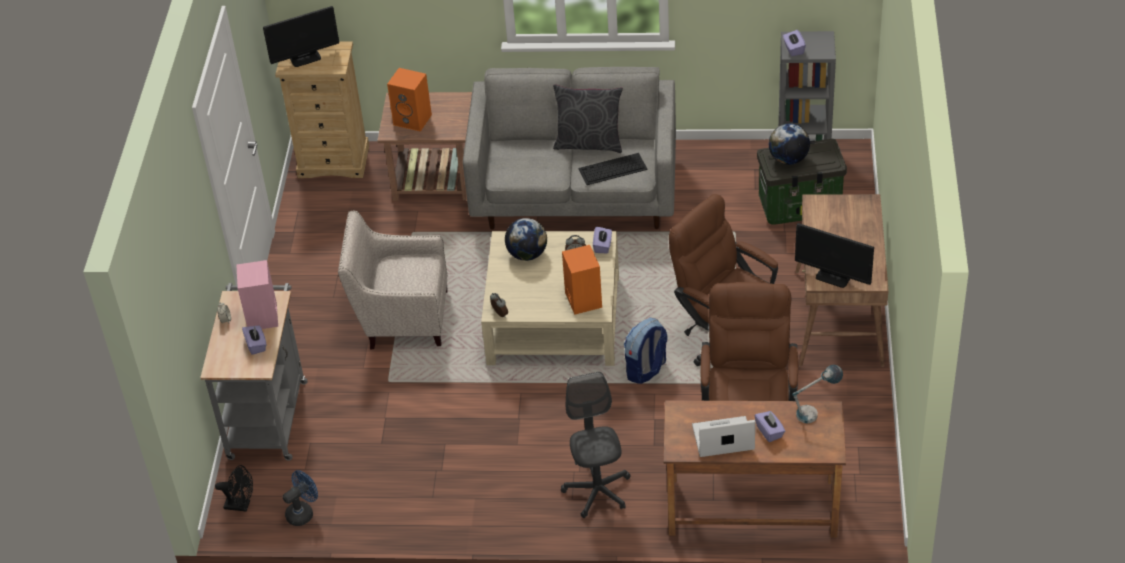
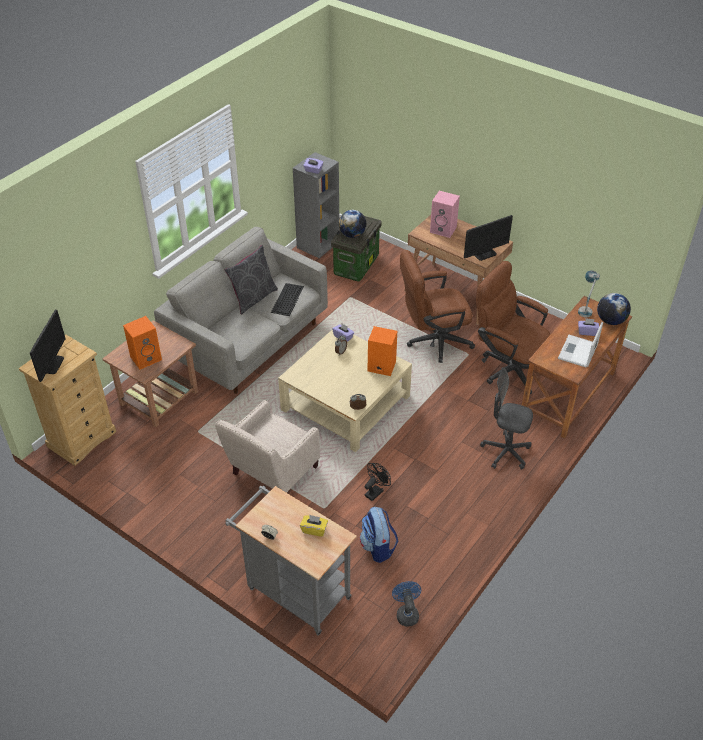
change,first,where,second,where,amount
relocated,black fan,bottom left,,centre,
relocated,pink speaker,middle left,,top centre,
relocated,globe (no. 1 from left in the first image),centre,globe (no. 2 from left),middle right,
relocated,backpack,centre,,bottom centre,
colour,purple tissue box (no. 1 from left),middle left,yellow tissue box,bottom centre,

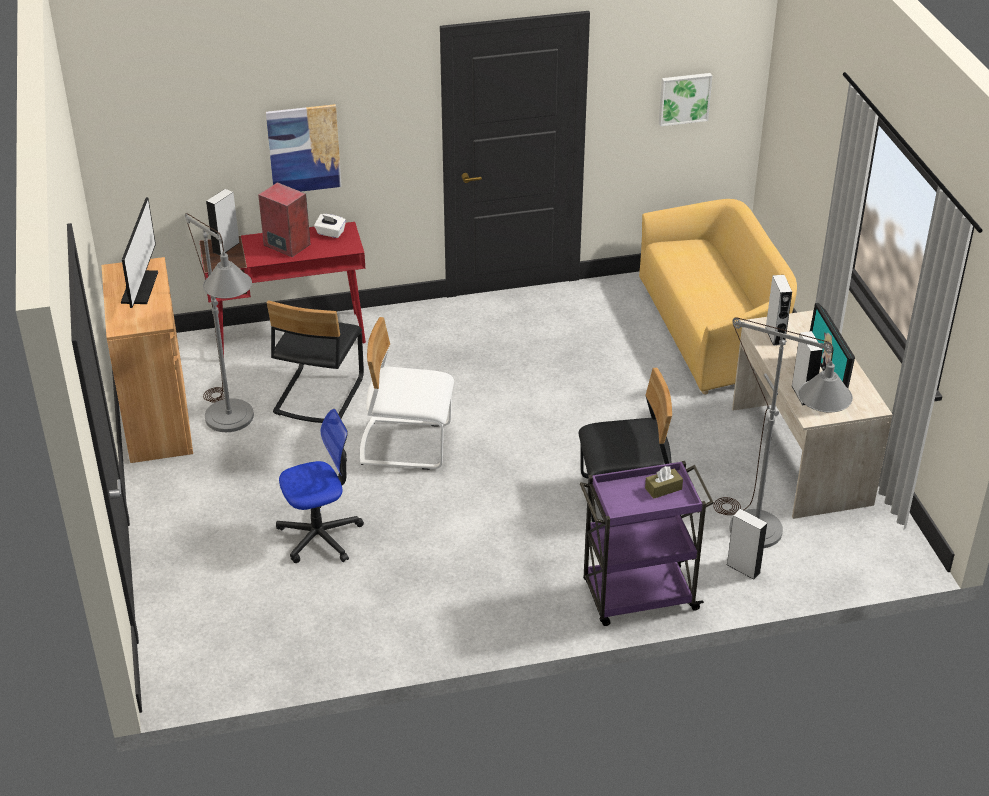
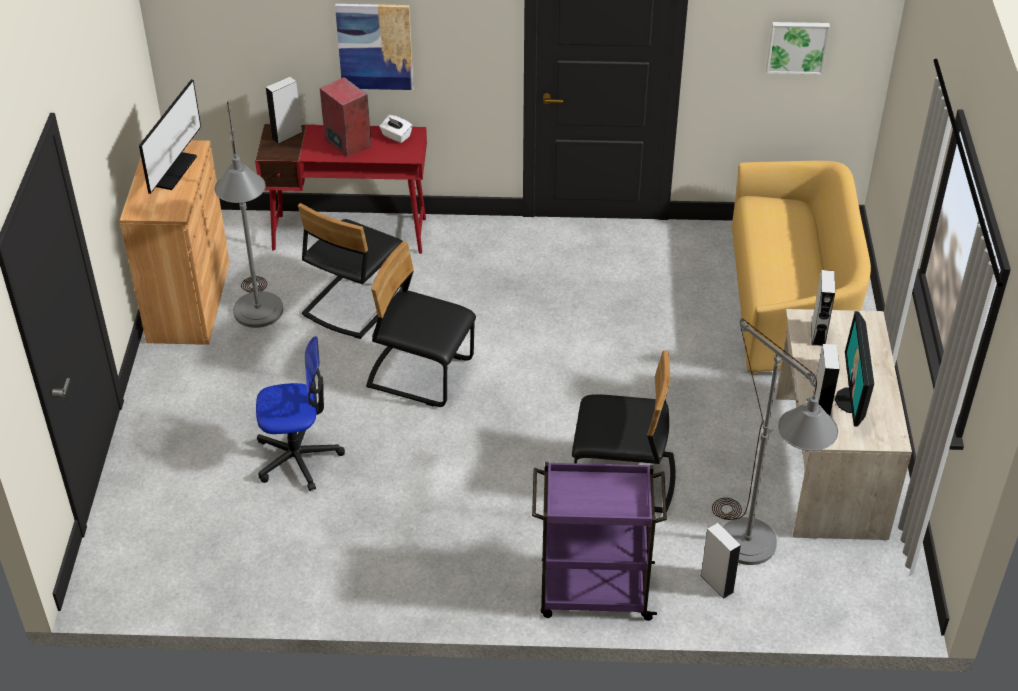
change,first,where,second,where,amount
missing,brown tissue box,middle right,,,
colour,white chair,centre,black chair (no. 2 from left),centre,

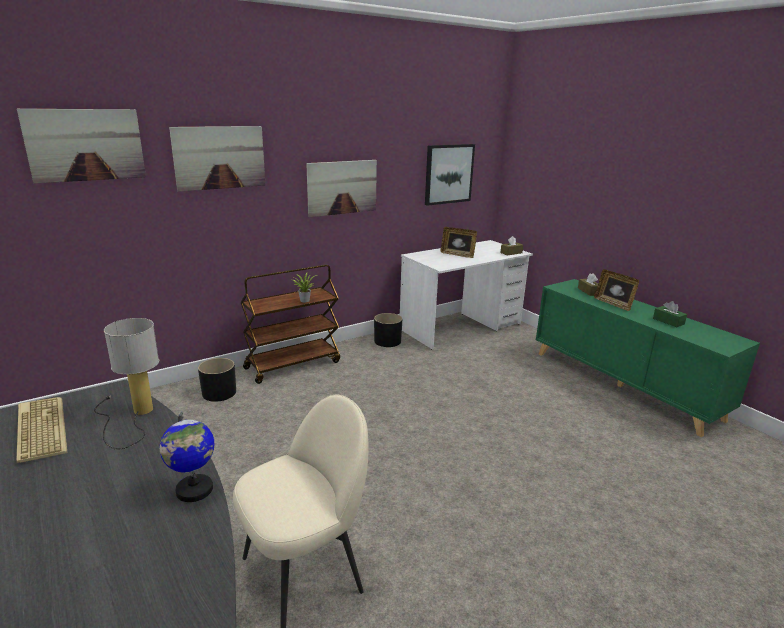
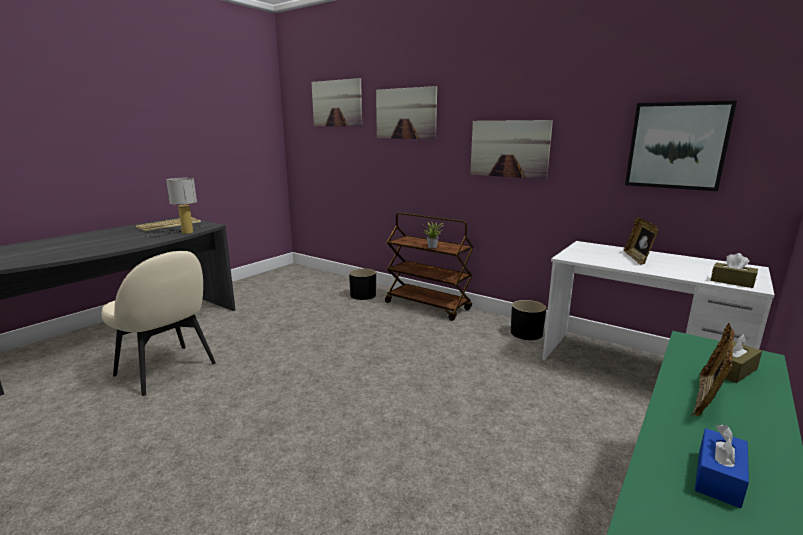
change,first,where,second,where,amount
missing,globe,bottom left,,,
colour,green tissue box,middle right,blue tissue box,bottom right,

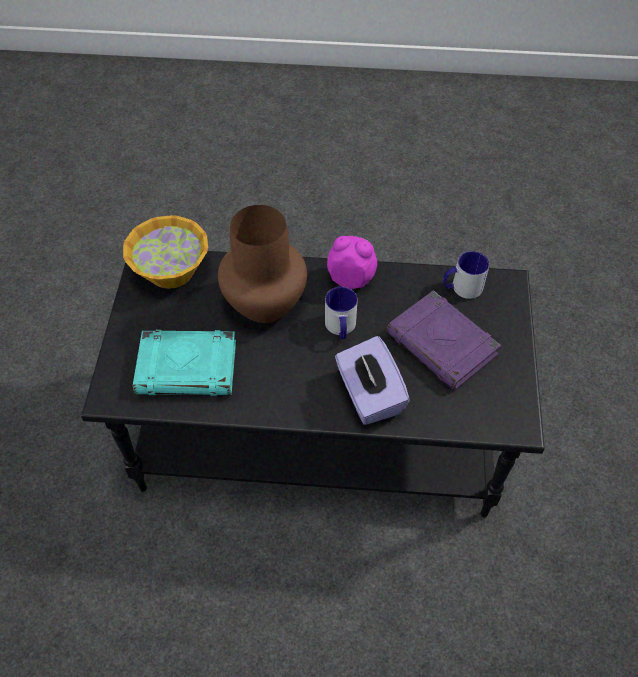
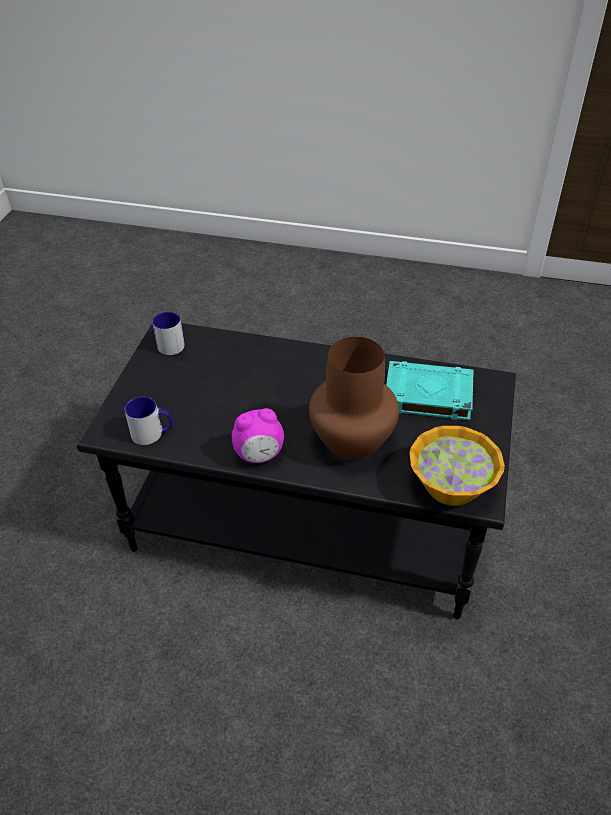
change,first,where,second,where,amount
missing,purple tissue box,centre,,,
missing,purple book,middle right,,,
relocated,mug (no. 1 from left in the first image),centre,mug (no. 2 from left),middle left,
spun,alarm clock,centre,,centre,45 degrees counterclockwise

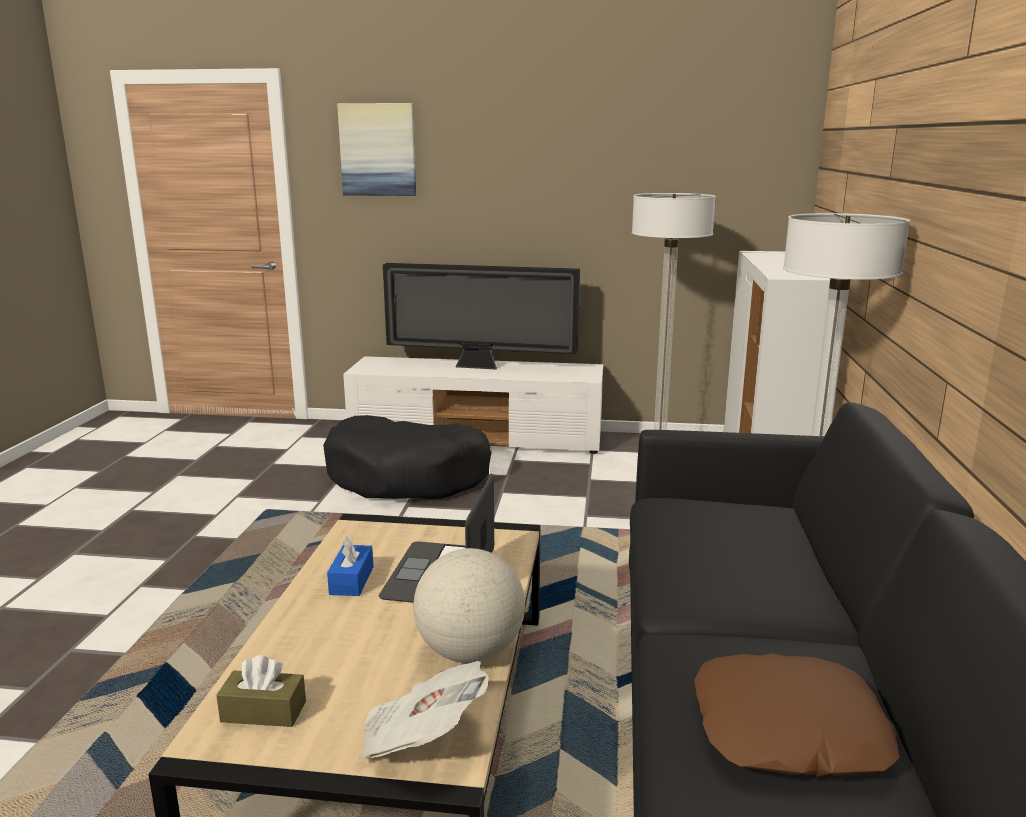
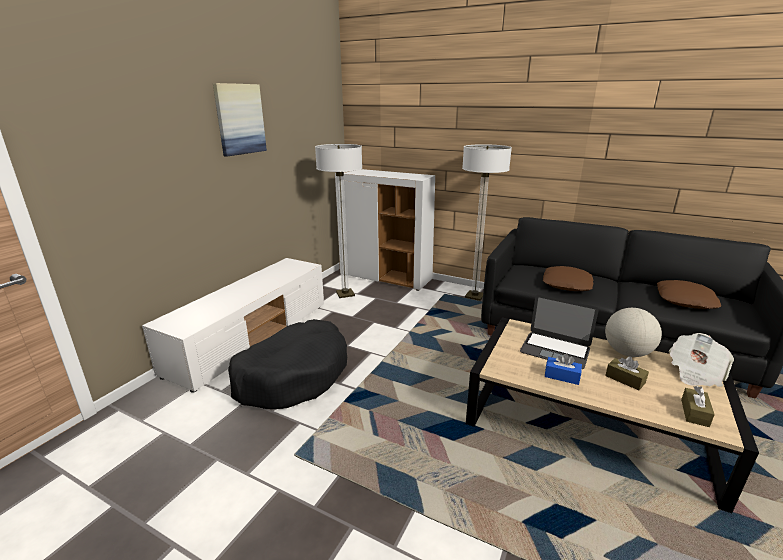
change,first,where,second,where,amount
missing,television,centre,,,
appeared,,,brown pillow (no. 1 from left),middle right,
appeared,,,brown tissue box (no. 1 from left),middle right,
relocated,picture,top centre,,top left,

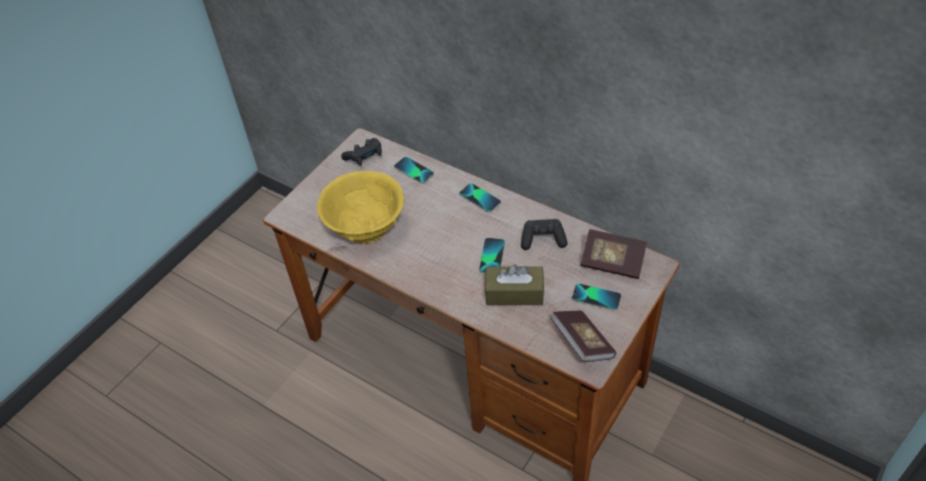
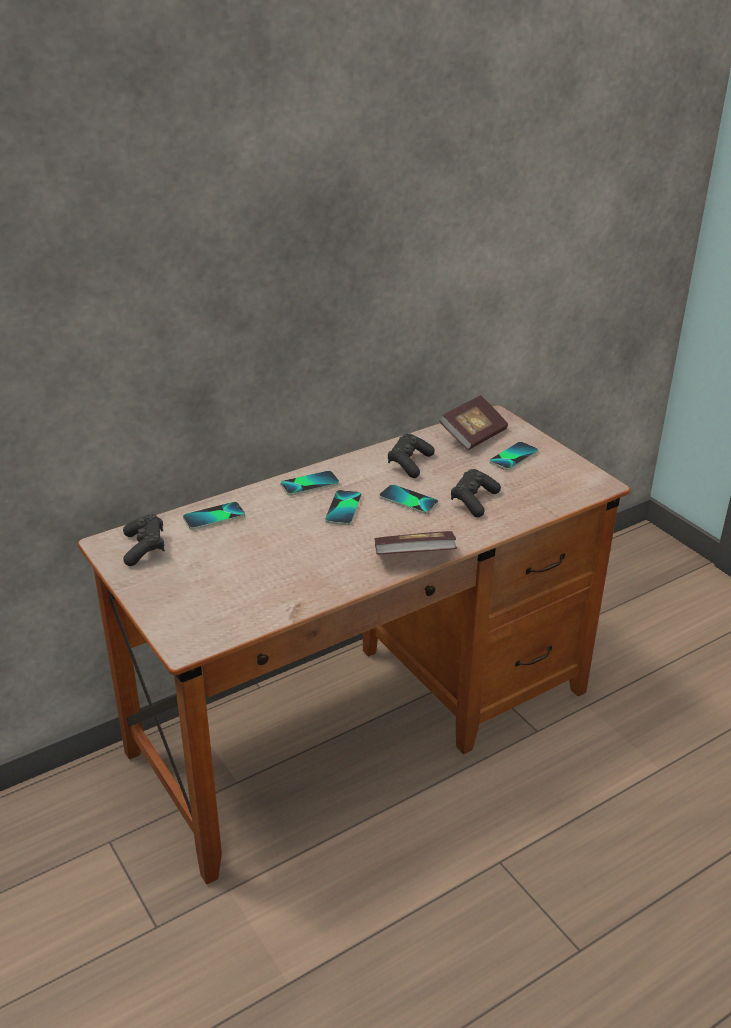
change,first,where,second,where,amount
missing,yellow bowl,centre,,,
appeared,,,phone (no. 3 from left),centre,
relocated,book (no. 1 from left),bottom centre,,centre,
exchanged,brown tissue box,centre,black game controller (no. 3 from left),centre,

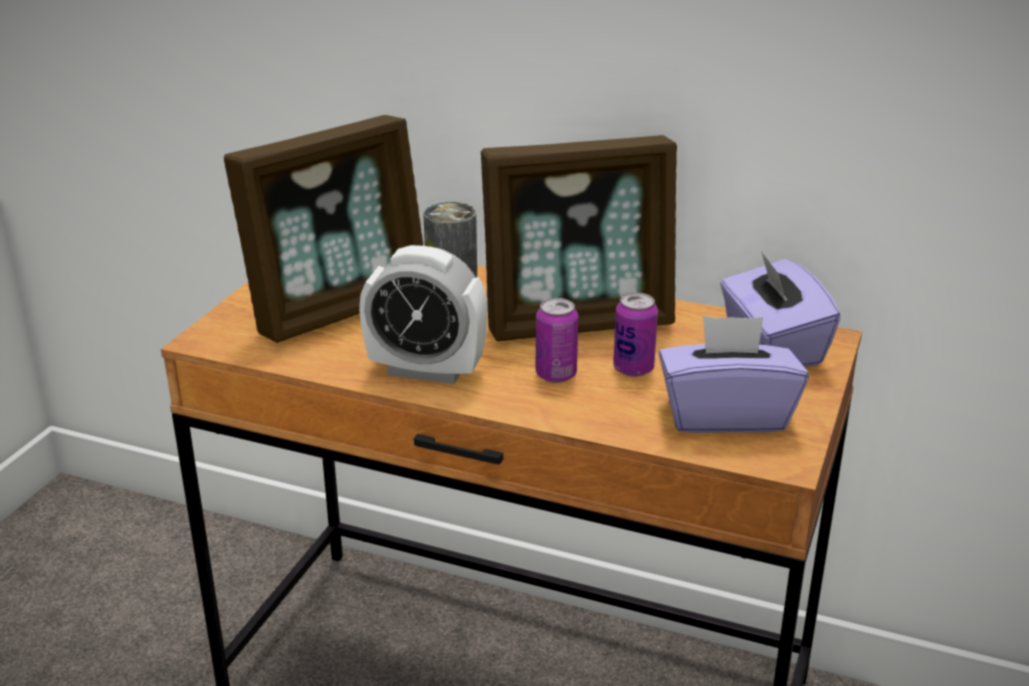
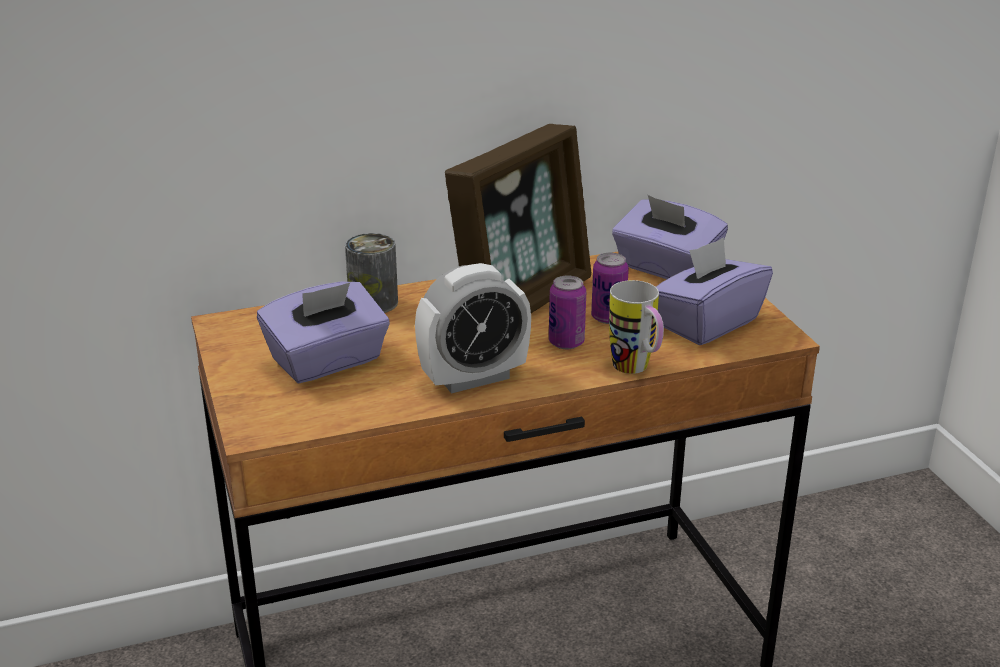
change,first,where,second,where,amount
appeared,,,mug,centre,
exchanged,picture frame (no. 1 from left),middle left,purple tissue box (no. 1 from left),middle left,

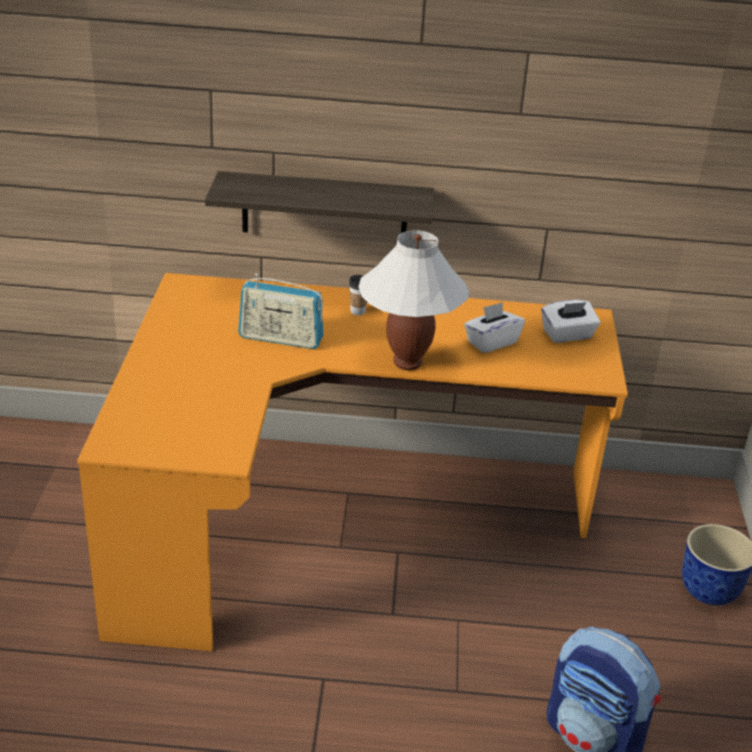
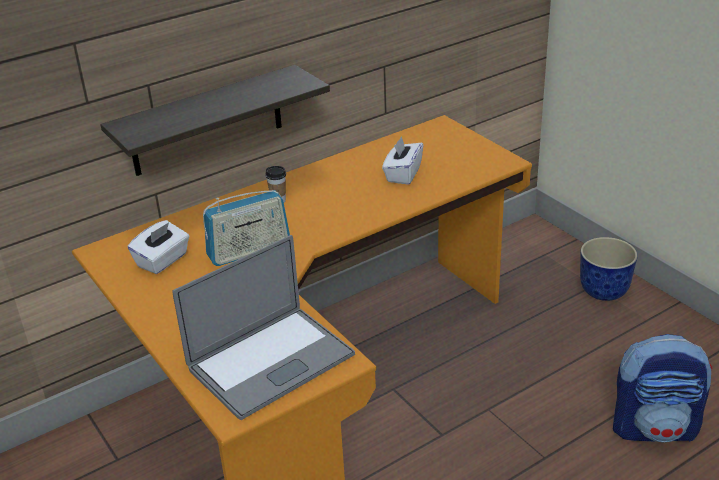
change,first,where,second,where,amount
missing,white table lamp,centre,,,
appeared,,,laptop,bottom centre,
relocated,white tissue box (no. 2 from left in the first image),middle right,white tissue box (no. 1 from left),middle left,

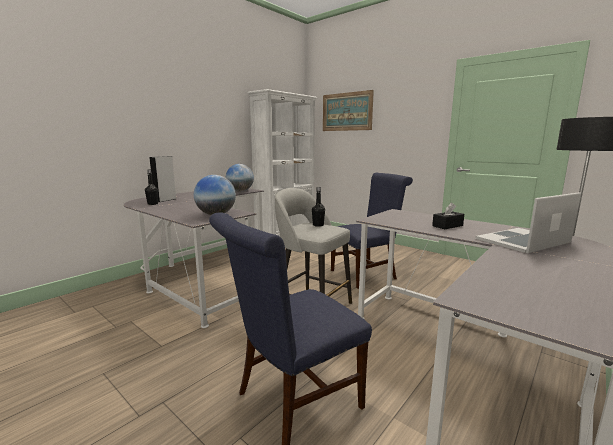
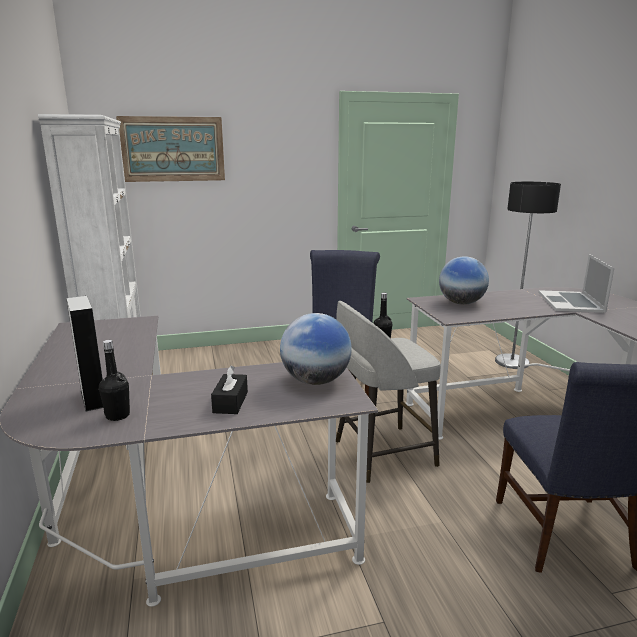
change,first,where,second,where,amount
relocated,globe (no. 2 from left),centre,,middle right,
relocated,black tissue box,middle right,,centre,

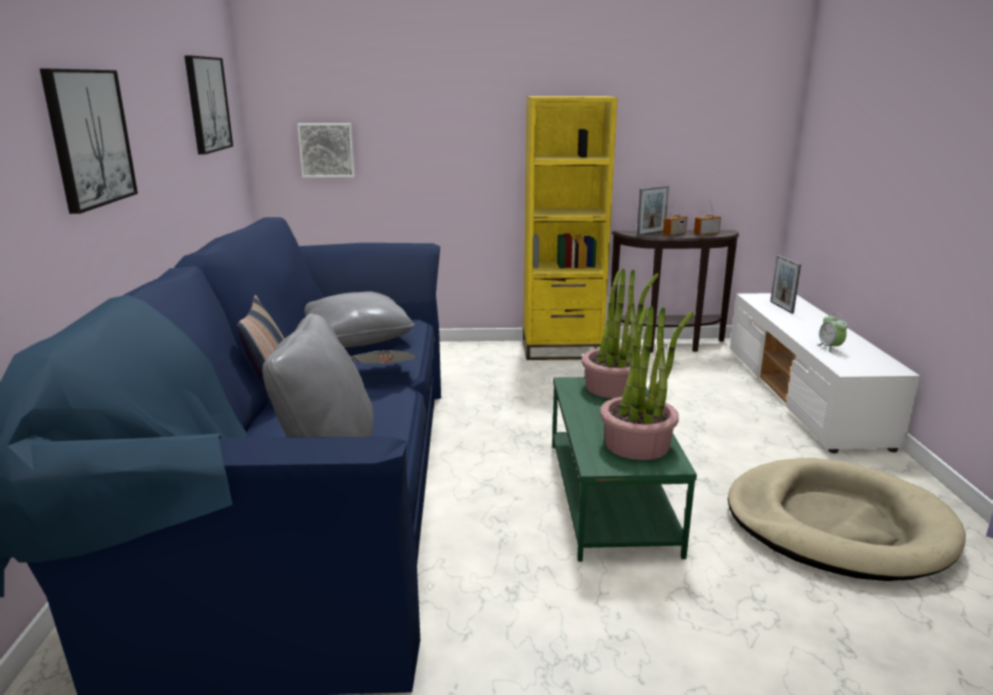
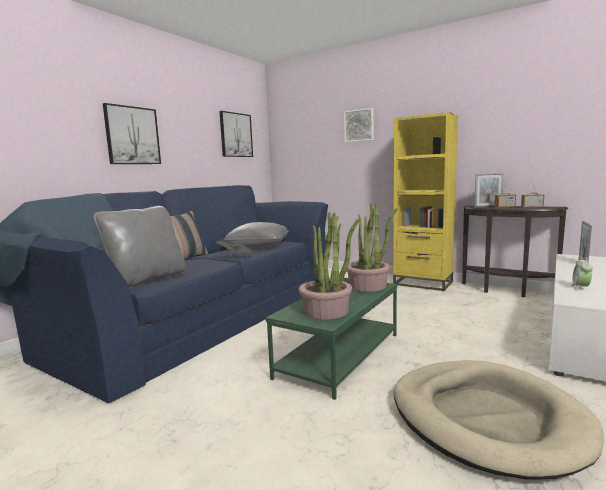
change,first,where,second,where,amount
relocated,picture (no. 3 from left),top left,,top centre,

